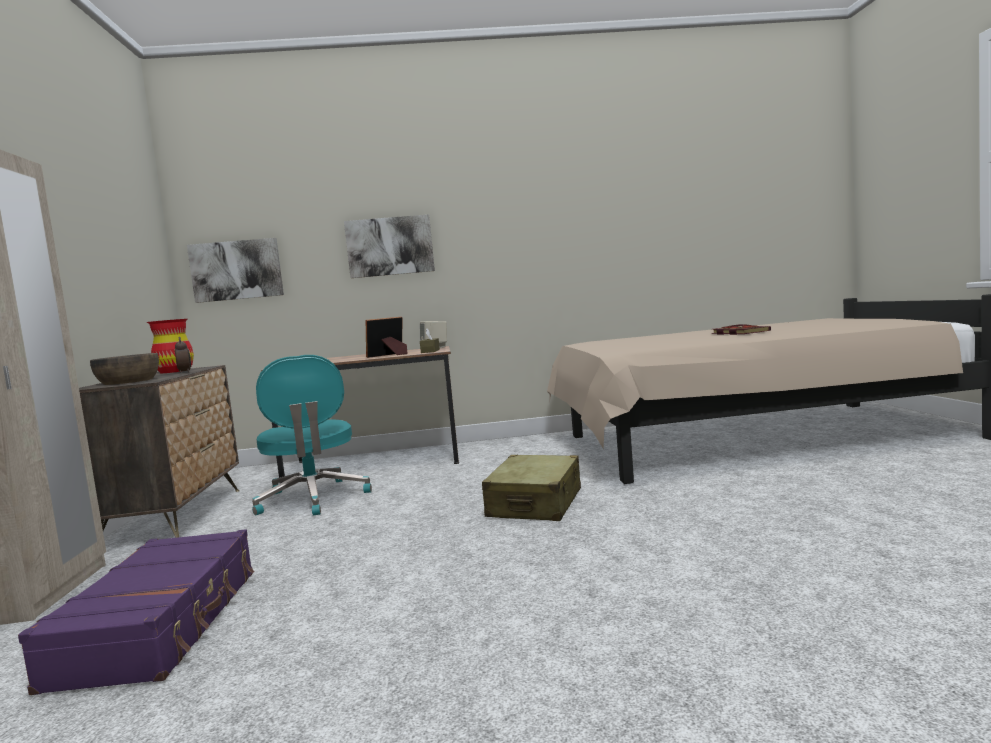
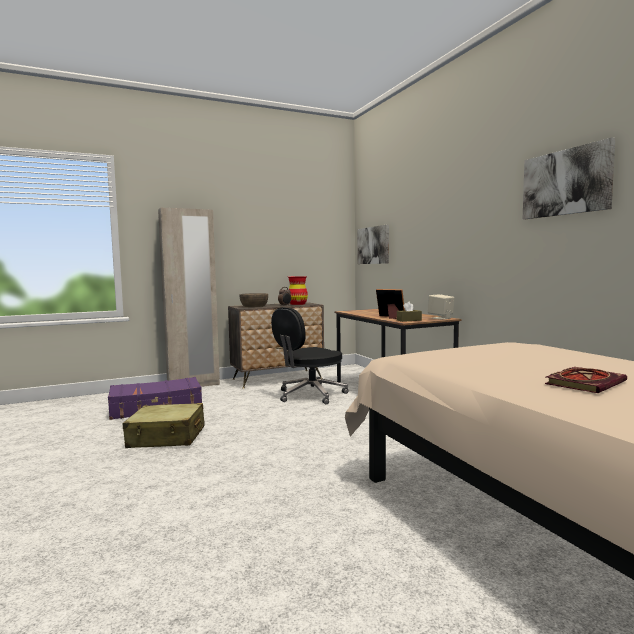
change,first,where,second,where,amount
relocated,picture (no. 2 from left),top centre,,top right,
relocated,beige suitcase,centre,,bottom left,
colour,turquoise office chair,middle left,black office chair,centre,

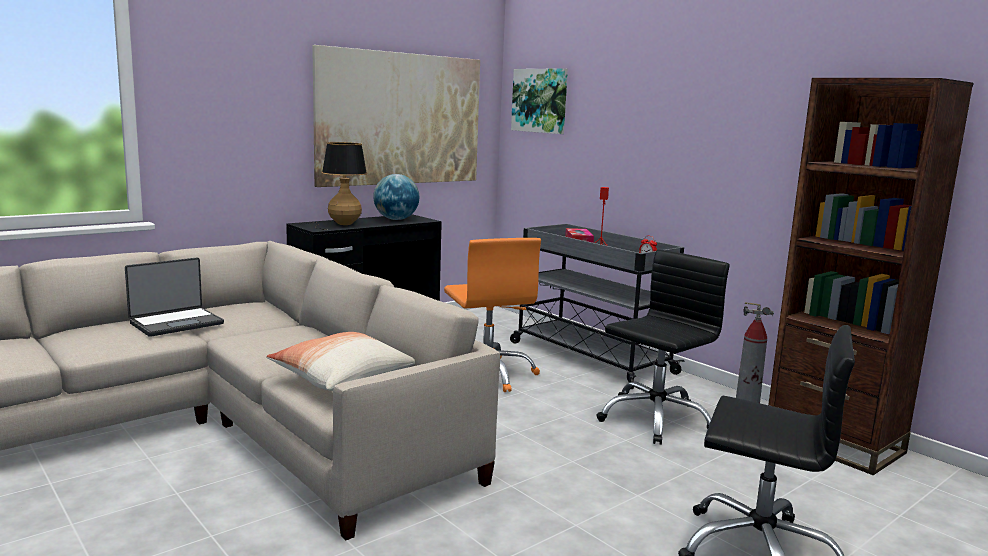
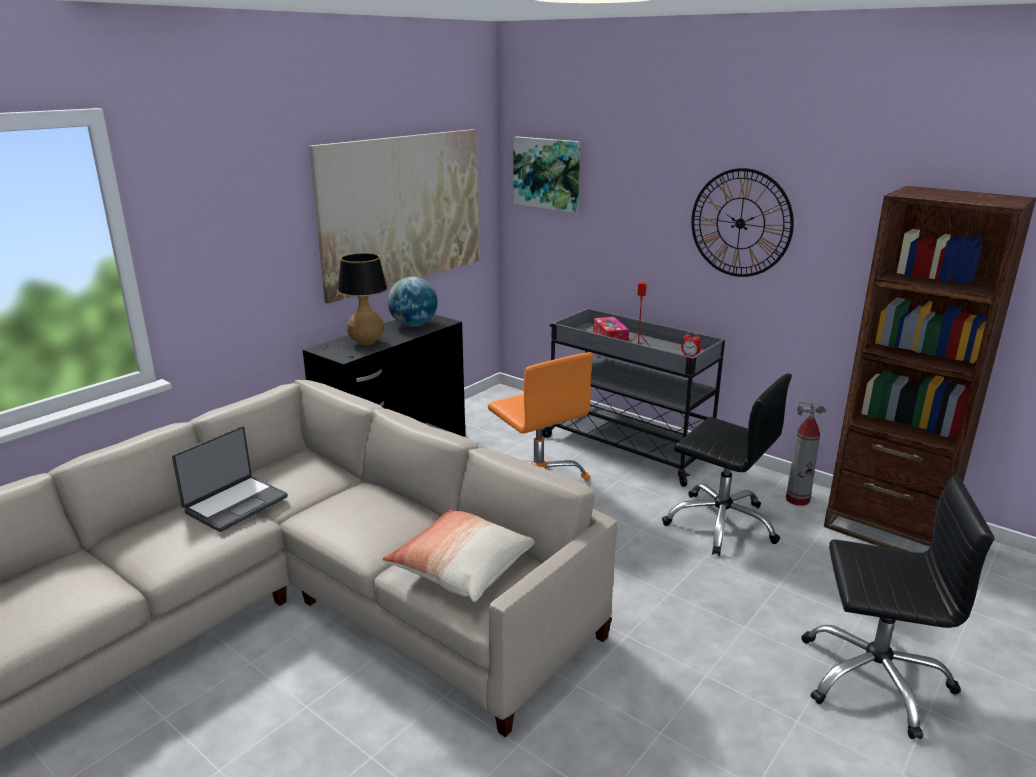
change,first,where,second,where,amount
appeared,,,wall clock,top right,
spun,black office chair (no. 1 from left),middle right,,middle right,90 degrees clockwise

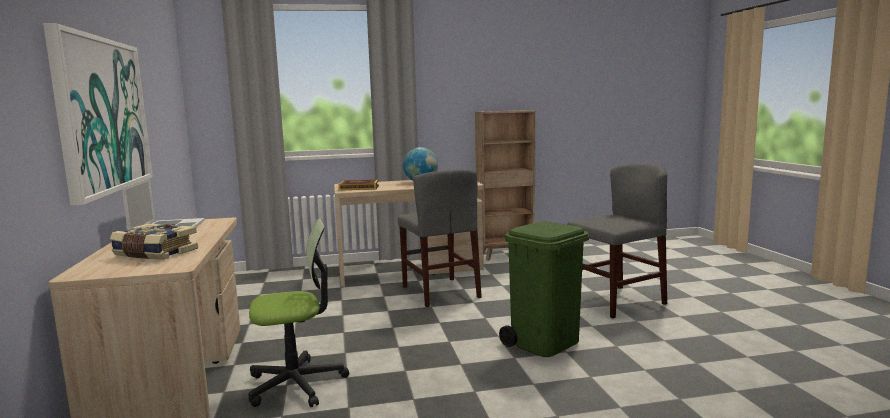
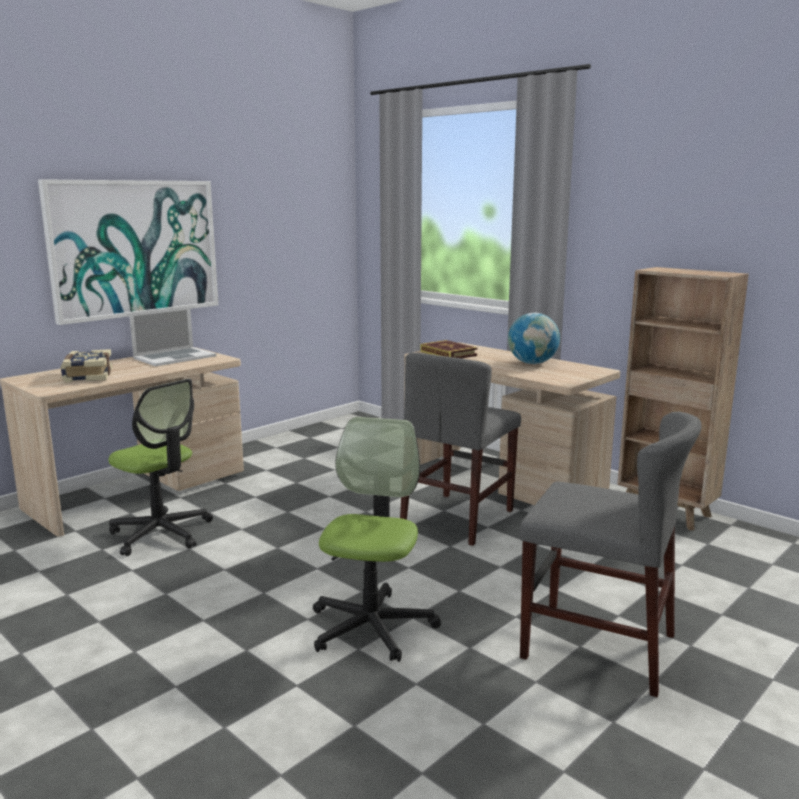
change,first,where,second,where,amount
exchanged,green trash can,bottom centre,office chair (no. 2 from left),bottom centre,

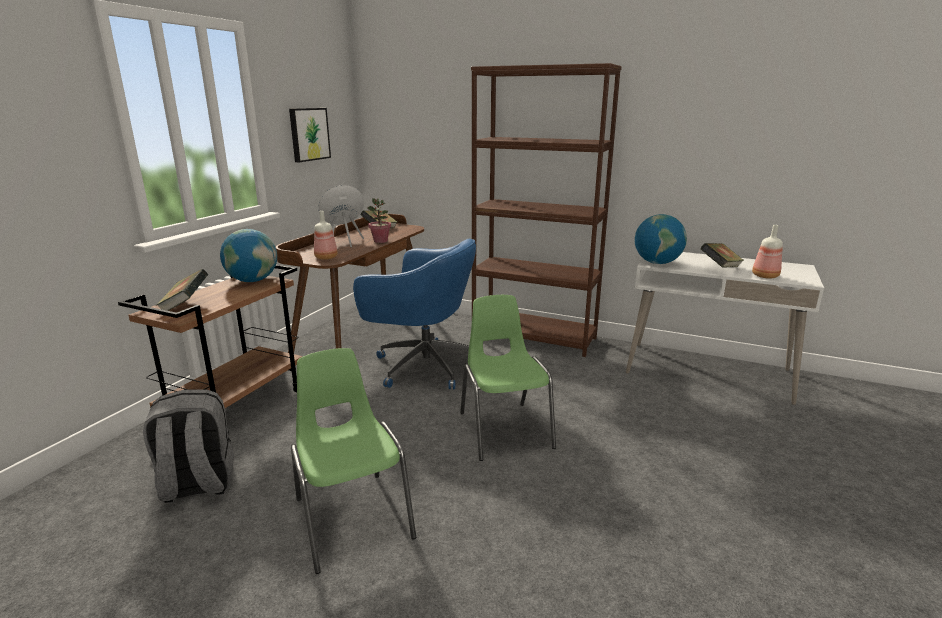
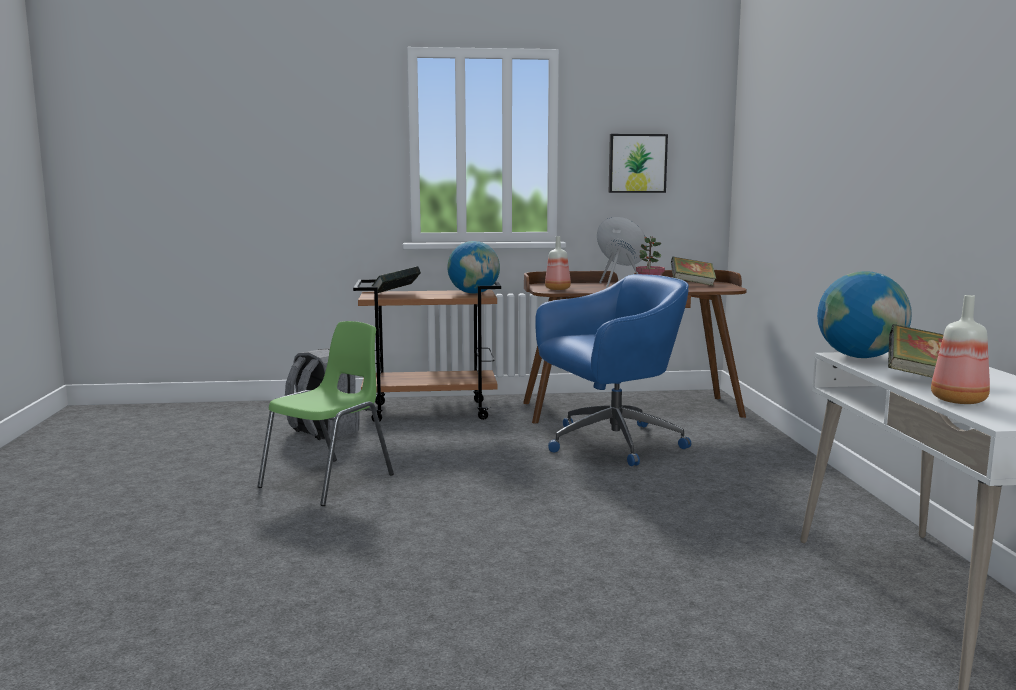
change,first,where,second,where,amount
missing,green chair (no. 2 from left),centre,,,
missing,brown bookcase,centre,,,
spun,blue office chair,centre,,centre,105 degrees counterclockwise

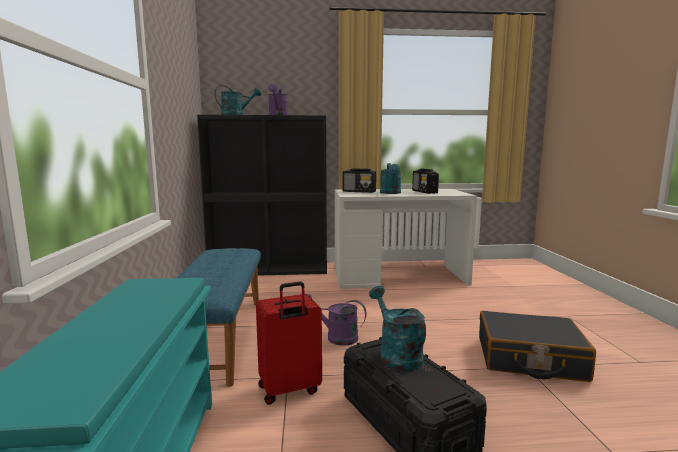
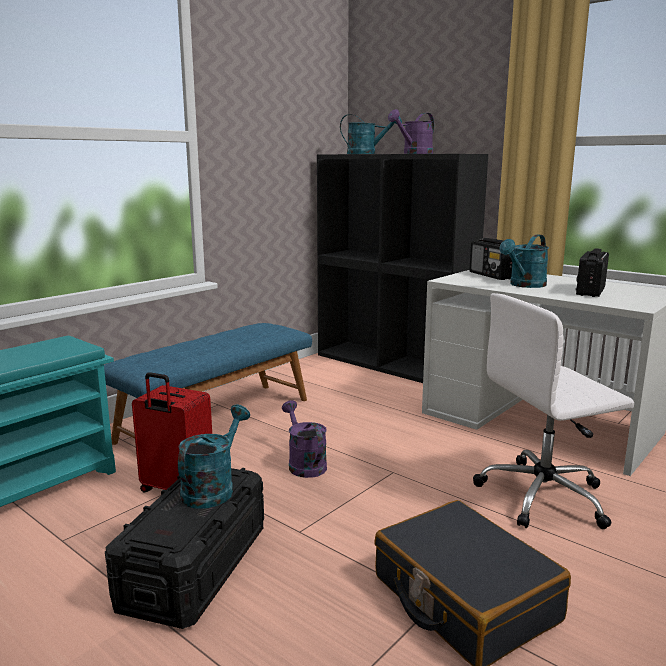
change,first,where,second,where,amount
appeared,,,white office chair,middle right,

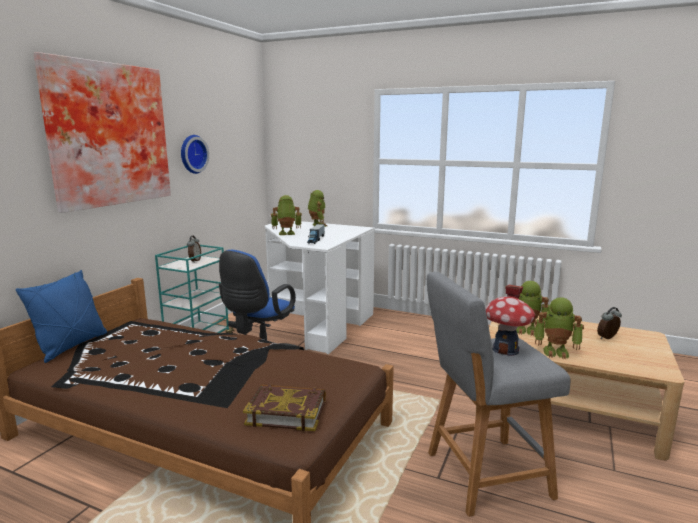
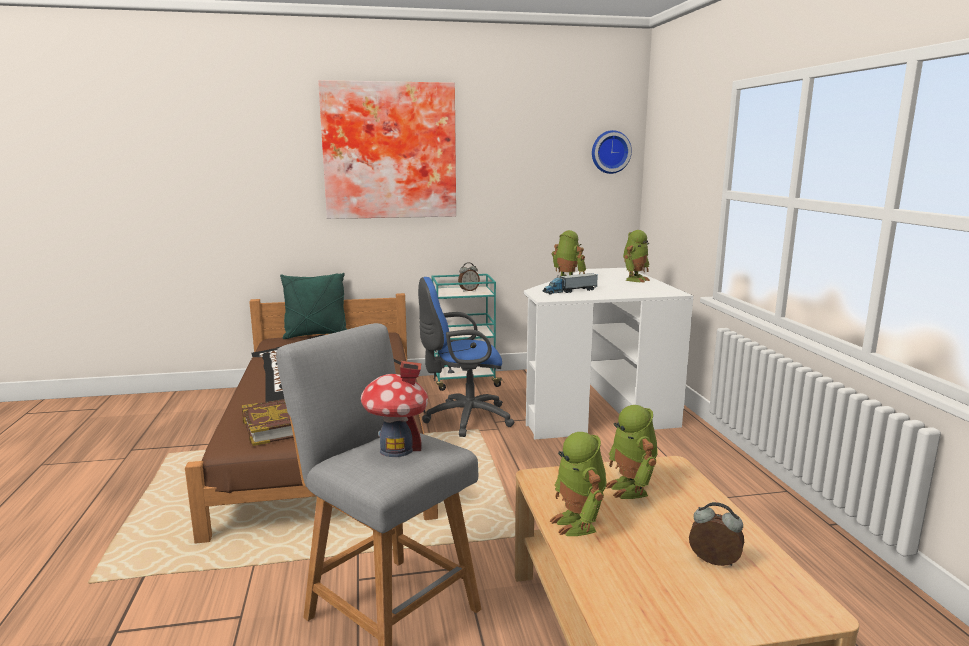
change,first,where,second,where,amount
relocated,wall clock,top left,,top centre,
colour,blue pillow,middle left,green pillow,middle left,

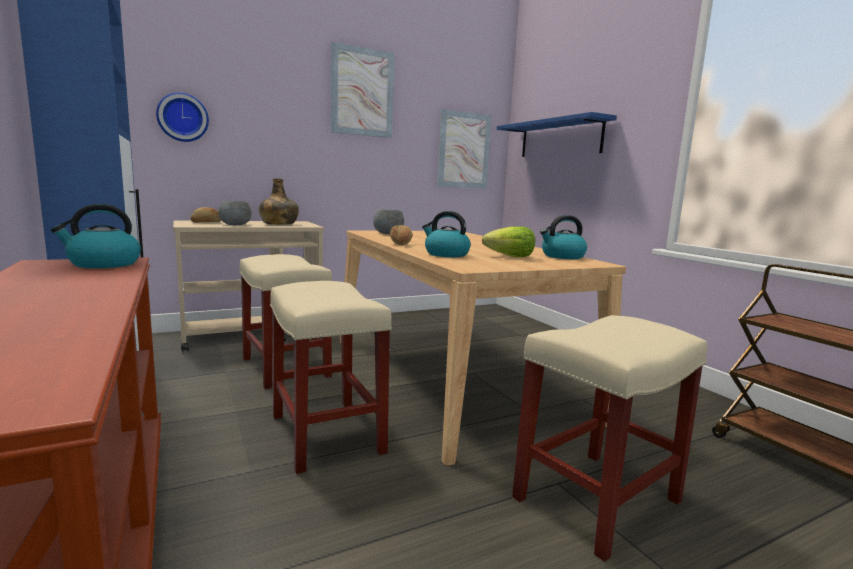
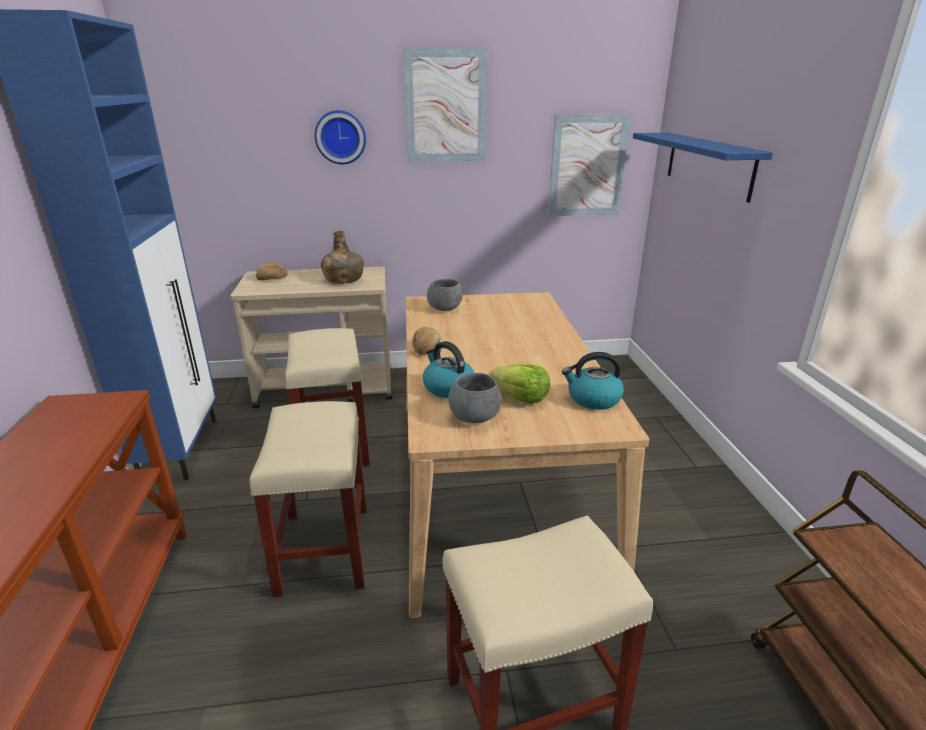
change,first,where,second,where,amount
missing,kettle (no. 1 from left),middle left,,,
relocated,wall clock,top left,,top centre,
relocated,grey bowl (no. 1 from left in the first image),middle left,grey bowl (no. 2 from left),centre,

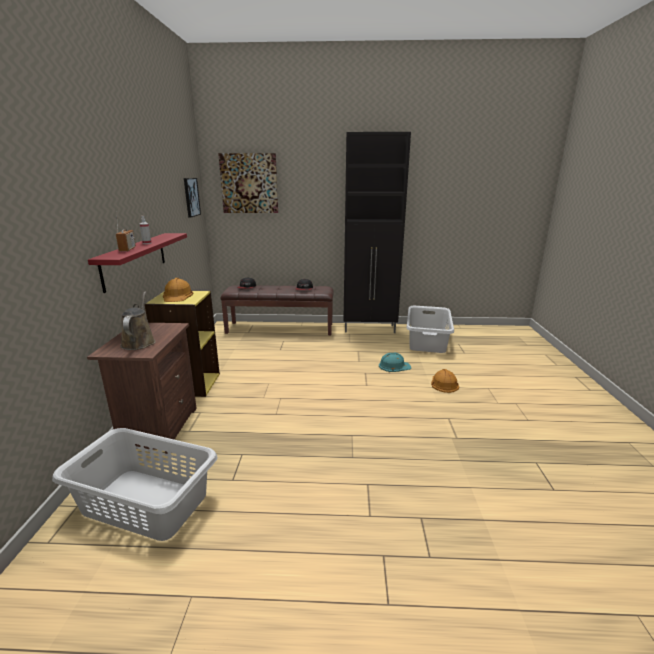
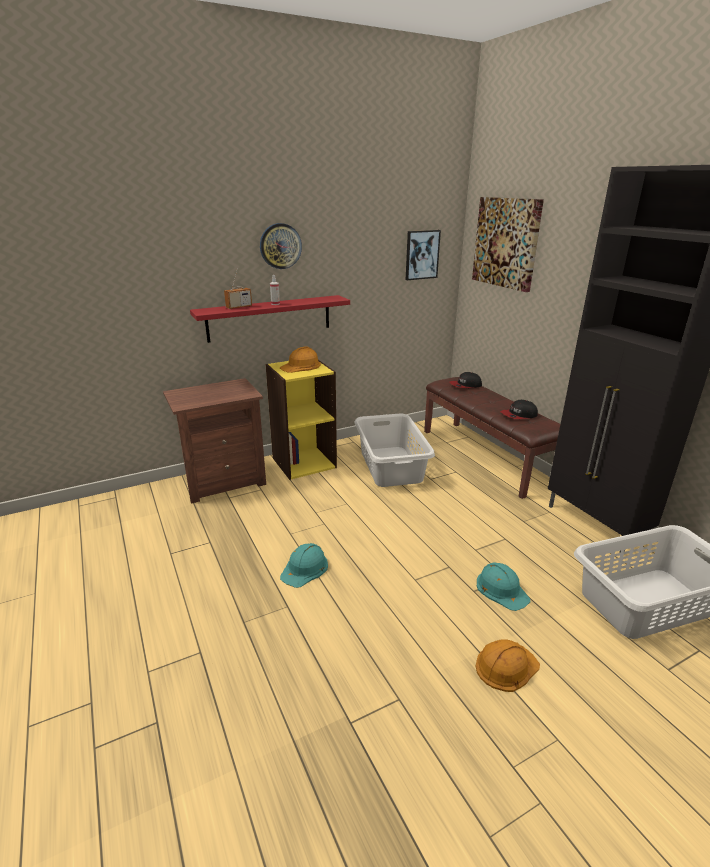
change,first,where,second,where,amount
missing,brown watering can,middle left,,,
appeared,,,wall clock,top centre,
appeared,,,turquoise hard hat (no. 1 from left),centre,
relocated,grey laundry basket (no. 1 from left),bottom left,,centre,

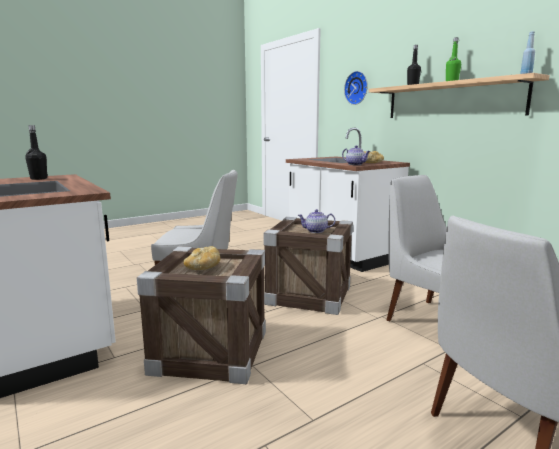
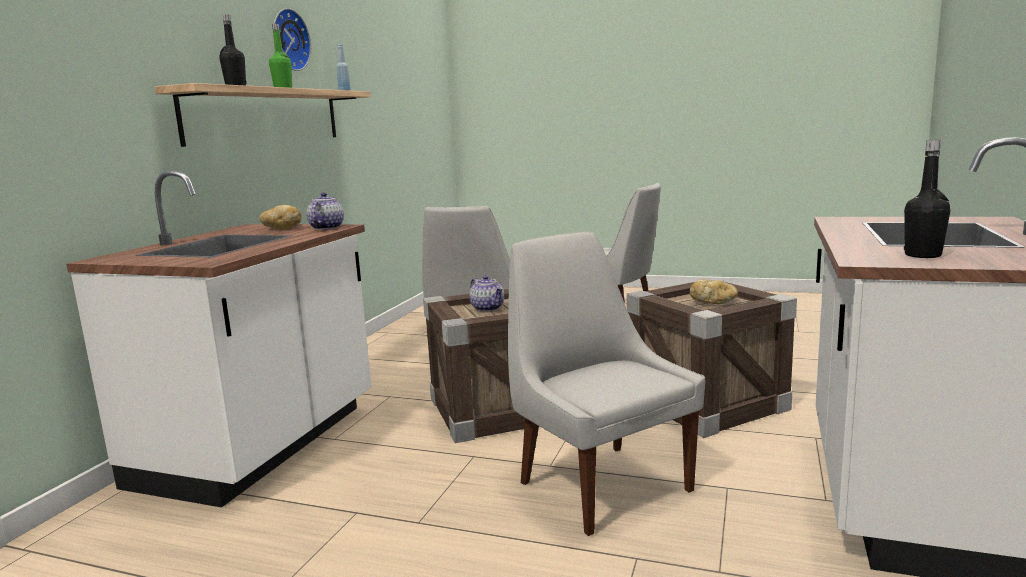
change,first,where,second,where,amount
relocated,wall clock,top centre,,top left,

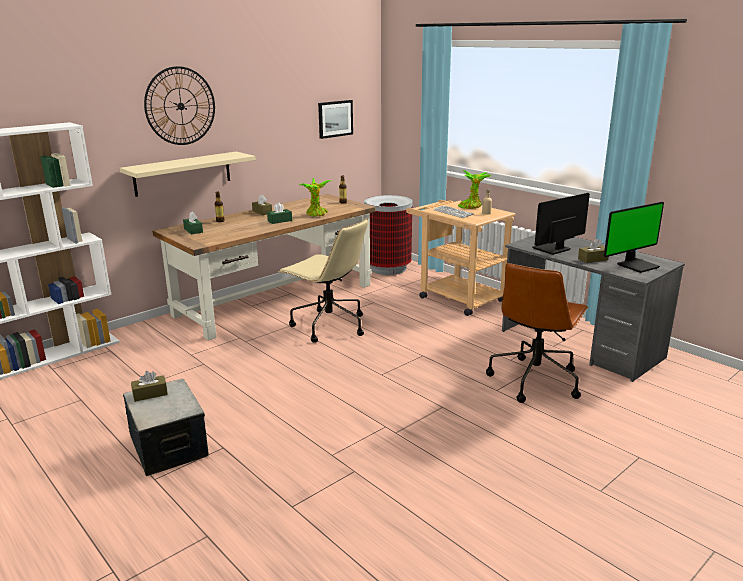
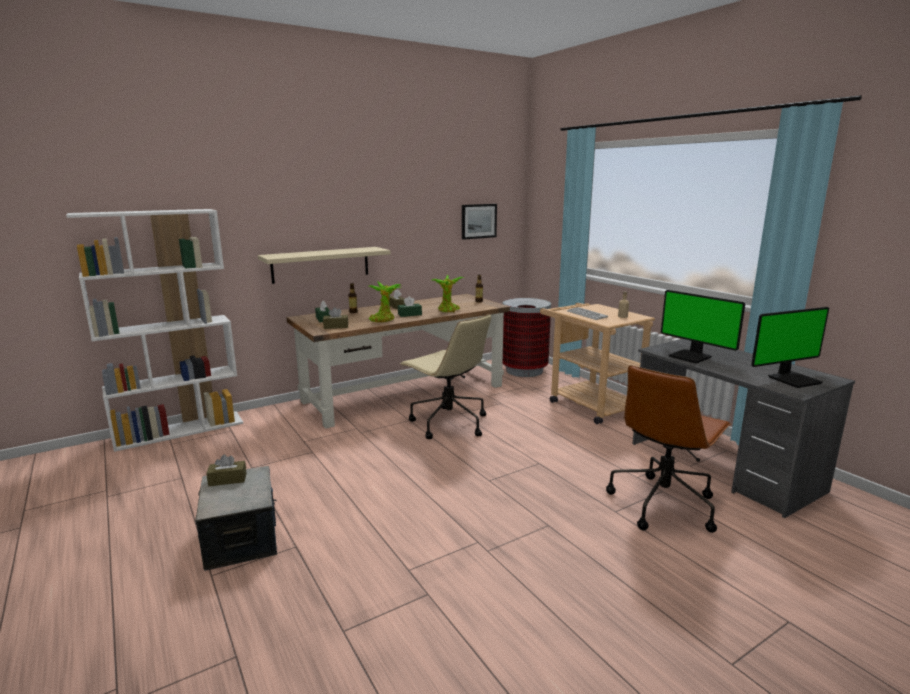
change,first,where,second,where,amount
missing,wall clock,top left,,,
relocated,potted plant (no. 2 from left in the first image),top centre,potted plant (no. 1 from left),centre,
relocated,brown tissue box (no. 3 from left in the first image),middle right,brown tissue box (no. 2 from left),centre,
spun,monitor (no. 1 from left),middle right,,middle right,105 degrees counterclockwise

